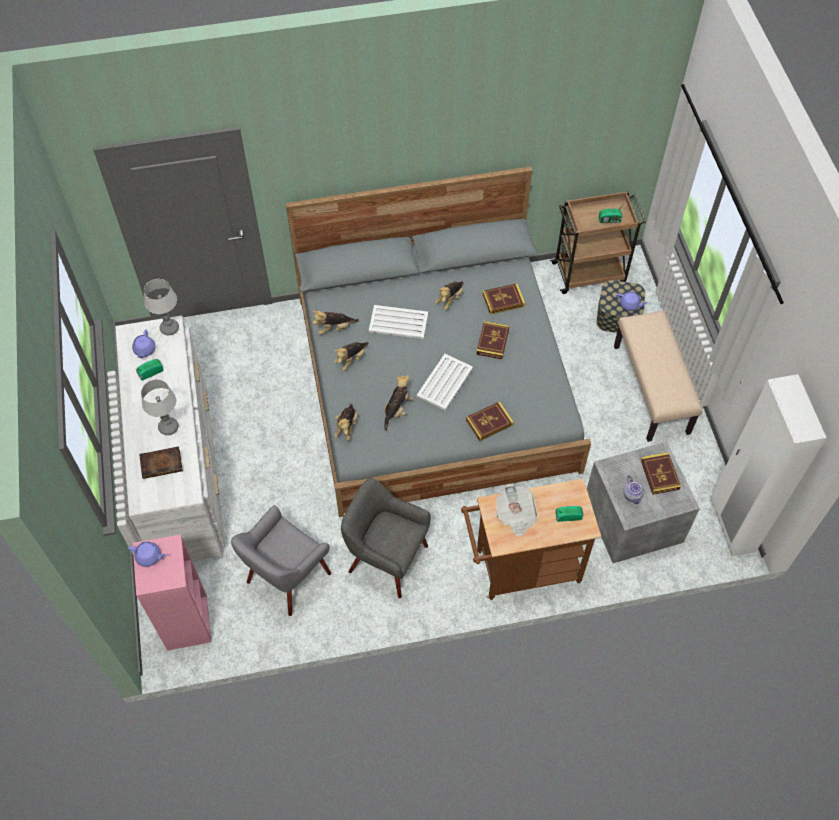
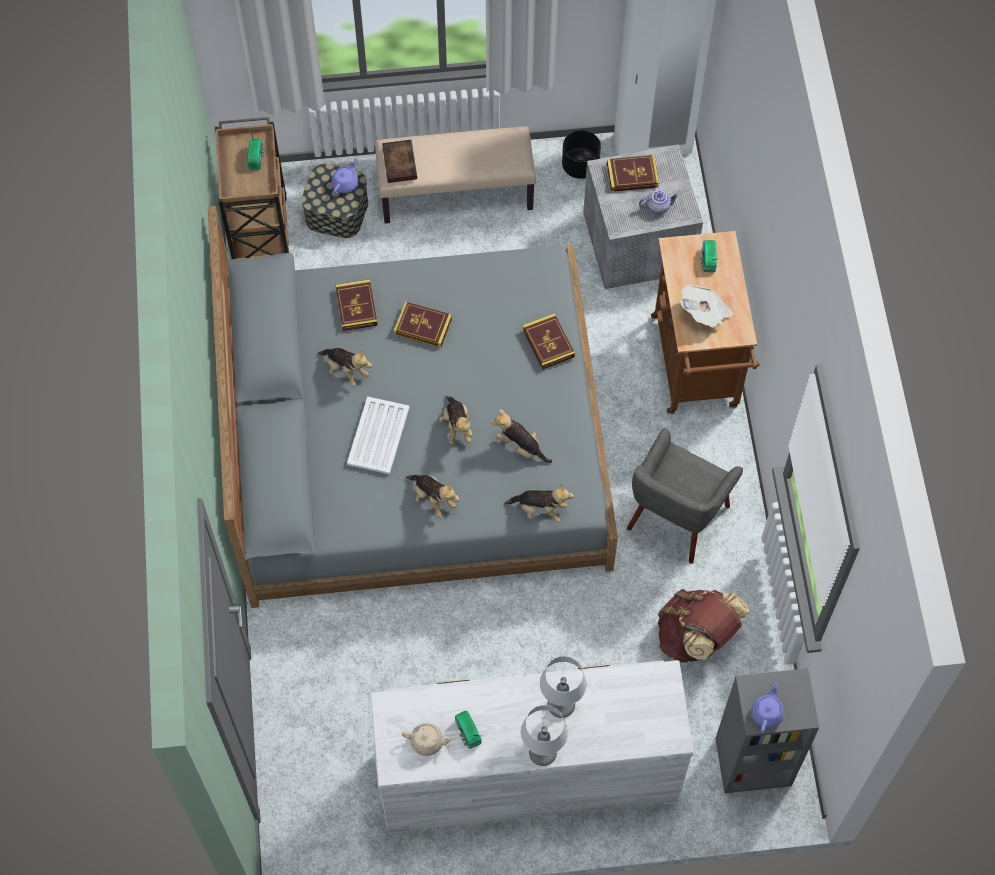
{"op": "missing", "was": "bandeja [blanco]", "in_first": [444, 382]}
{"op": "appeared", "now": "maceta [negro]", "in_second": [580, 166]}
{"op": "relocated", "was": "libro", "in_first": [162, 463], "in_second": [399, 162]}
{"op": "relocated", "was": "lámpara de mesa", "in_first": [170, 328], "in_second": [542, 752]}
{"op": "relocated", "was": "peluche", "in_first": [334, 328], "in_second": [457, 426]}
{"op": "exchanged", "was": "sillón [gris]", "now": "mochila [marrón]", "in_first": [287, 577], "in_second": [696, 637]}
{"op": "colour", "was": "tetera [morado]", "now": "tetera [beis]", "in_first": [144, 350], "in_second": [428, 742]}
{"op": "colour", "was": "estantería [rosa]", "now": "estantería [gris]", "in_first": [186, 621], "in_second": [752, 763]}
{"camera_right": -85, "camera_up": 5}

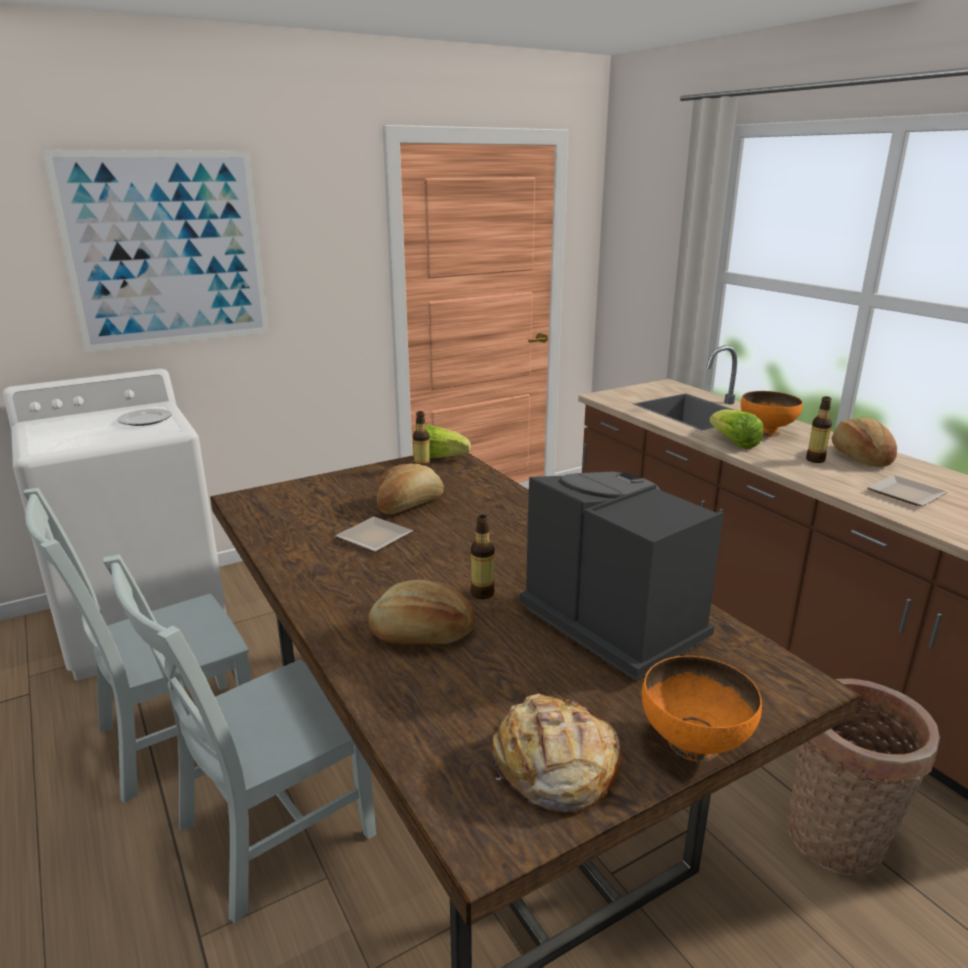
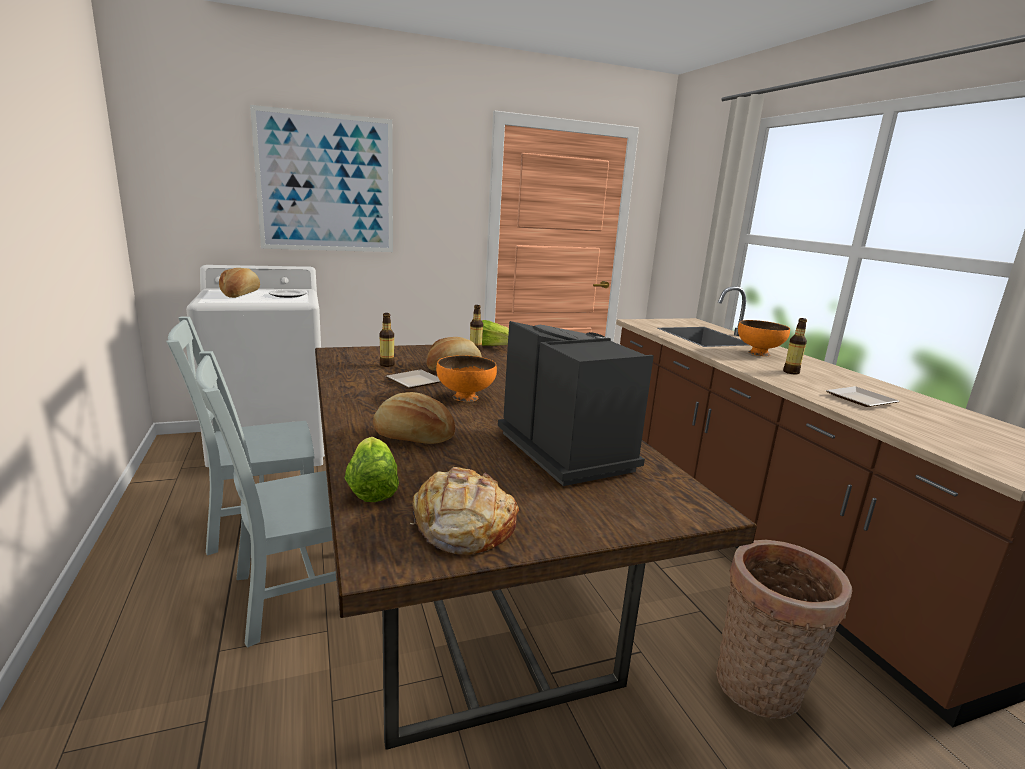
{"op": "relocated", "was": "botella", "in_first": [482, 593], "in_second": [387, 365]}
{"op": "relocated", "was": "cuenco [naranja]", "in_first": [693, 745], "in_second": [465, 397]}
{"op": "relocated", "was": "lechuga", "in_first": [734, 443], "in_second": [372, 488]}
{"op": "relocated", "was": "pan", "in_first": [860, 457], "in_second": [241, 294]}
{"camera_right": 10, "camera_up": -5}

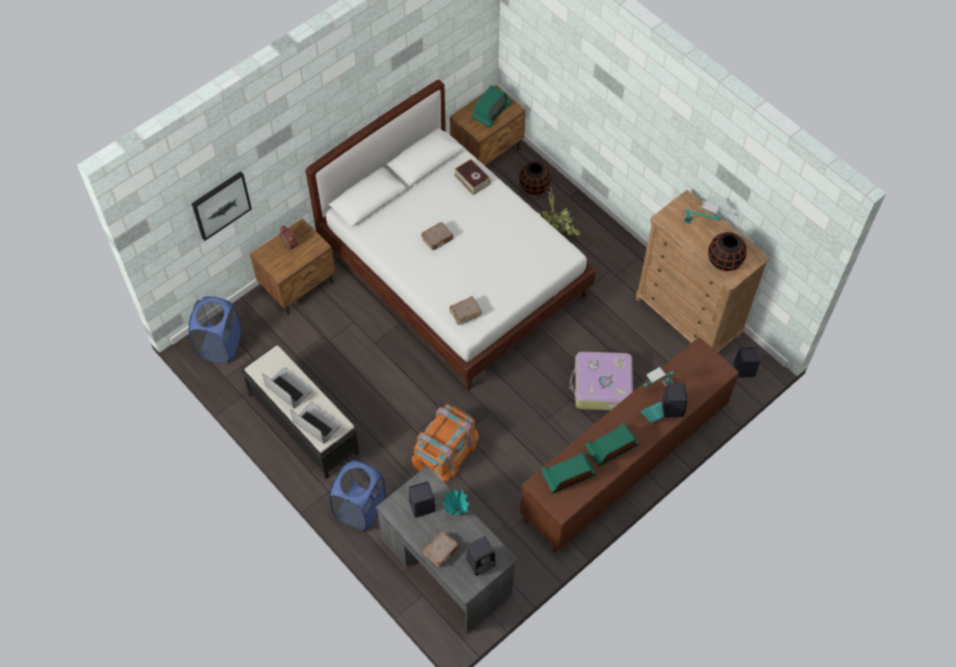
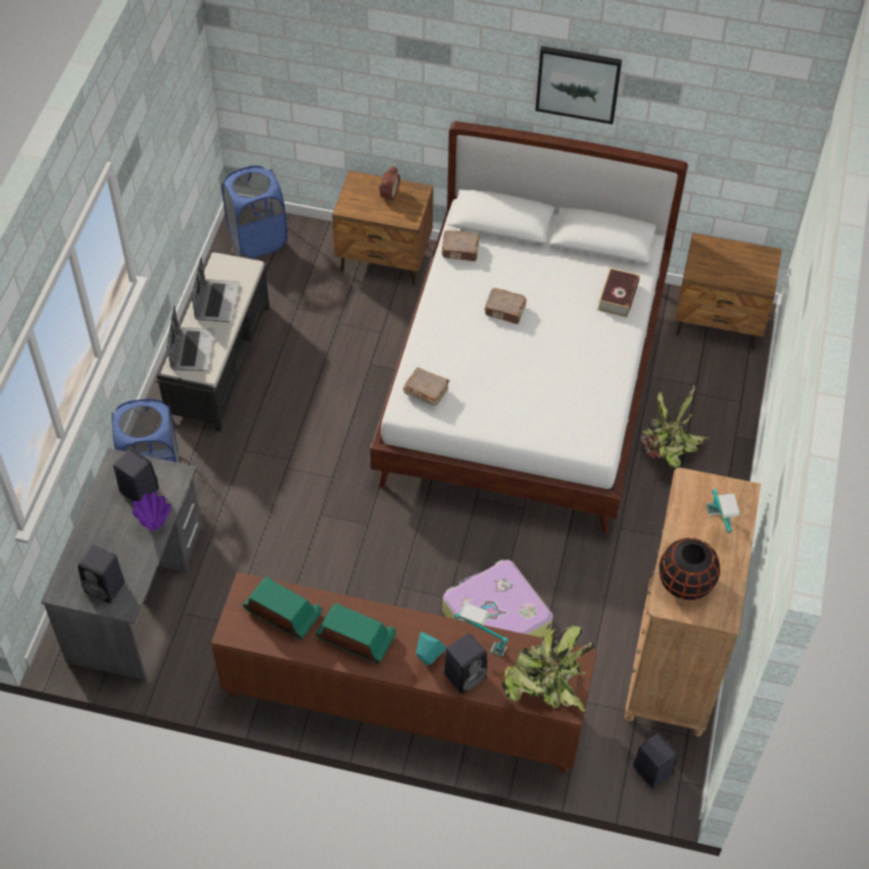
{"op": "missing", "was": "caja de almacenaje [naranja]", "in_first": [445, 450]}
{"op": "missing", "was": "radio", "in_first": [491, 111]}
{"op": "missing", "was": "florero [negro]", "in_first": [534, 187]}
{"op": "appeared", "now": "planta en maceta", "in_second": [545, 689]}
{"op": "relocated", "was": "cuadro", "in_first": [221, 205], "in_second": [578, 83]}
{"op": "relocated", "was": "libro [marrón]", "in_first": [441, 551], "in_second": [460, 251]}
{"op": "colour", "was": "florero [turquesa]", "now": "florero [morado]", "in_first": [456, 511], "in_second": [155, 526]}
{"camera_right": 55, "camera_up": -5}

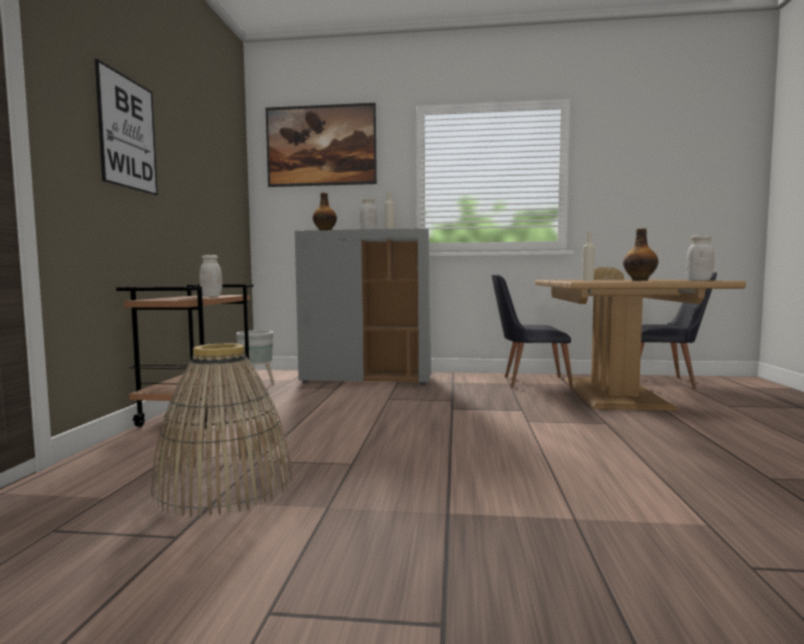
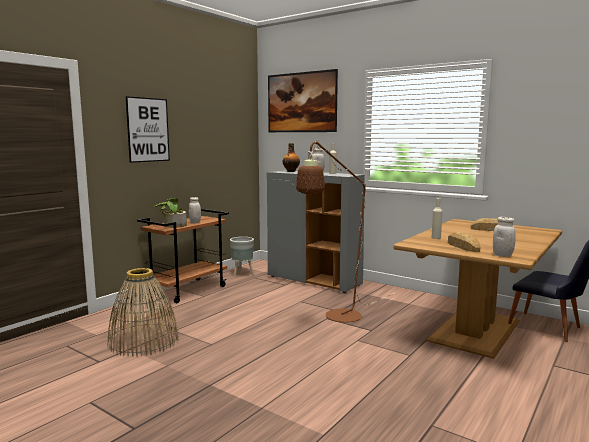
{"op": "missing", "was": "silla [negro]", "in_first": [528, 382]}
{"op": "appeared", "now": "planta en maceta", "in_second": [172, 225]}
{"op": "appeared", "now": "lámpara de pie [marrón]", "in_second": [337, 318]}
{"op": "exchanged", "was": "botella", "now": "pan", "in_first": [640, 280], "in_second": [463, 246]}
{"camera_right": 30, "camera_up": 5}

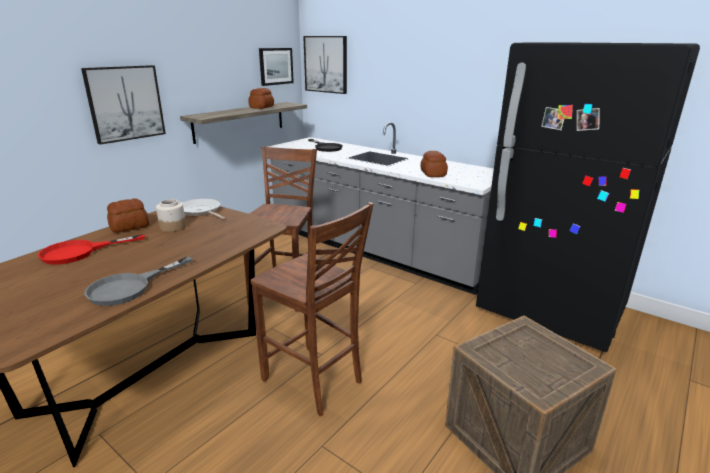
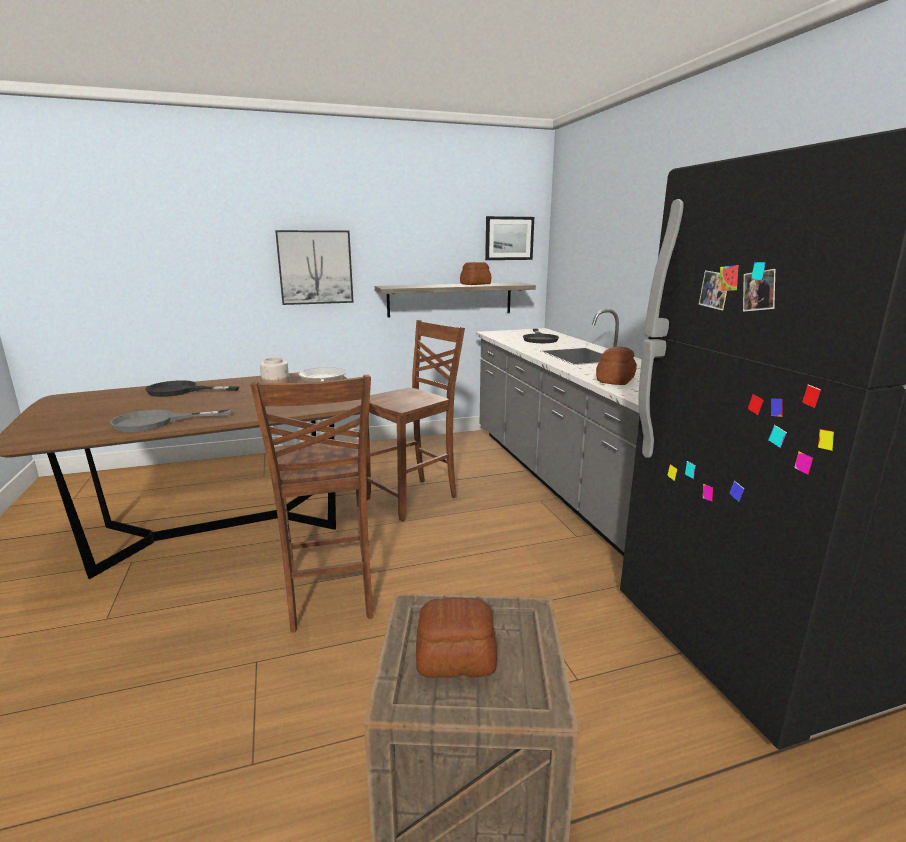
{"op": "missing", "was": "cuadro", "in_first": [326, 64]}
{"op": "relocated", "was": "pan", "in_first": [129, 227], "in_second": [454, 658]}
{"op": "colour", "was": "sartén [rojo]", "now": "sartén [negro]", "in_first": [79, 252], "in_second": [181, 391]}
{"camera_right": 35, "camera_up": -5}

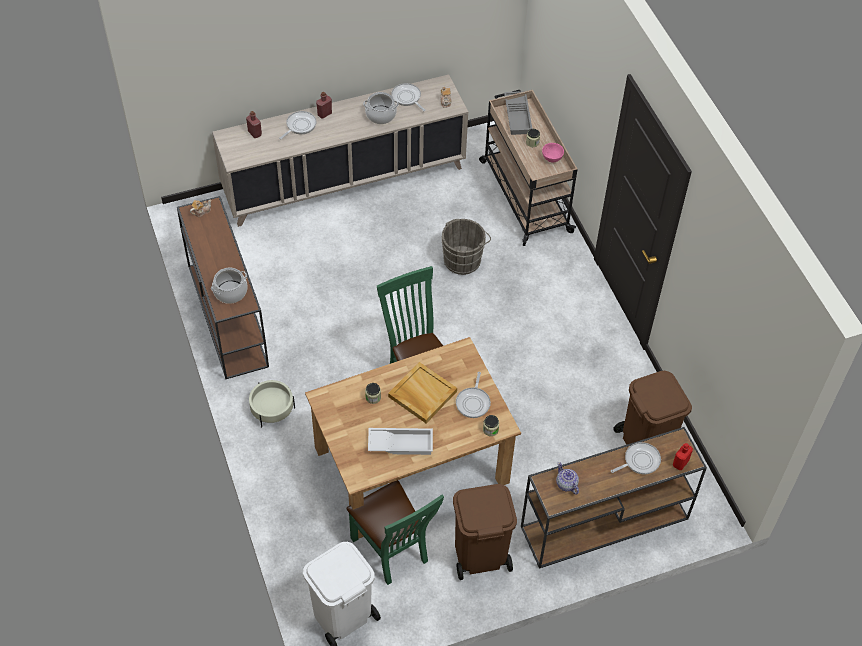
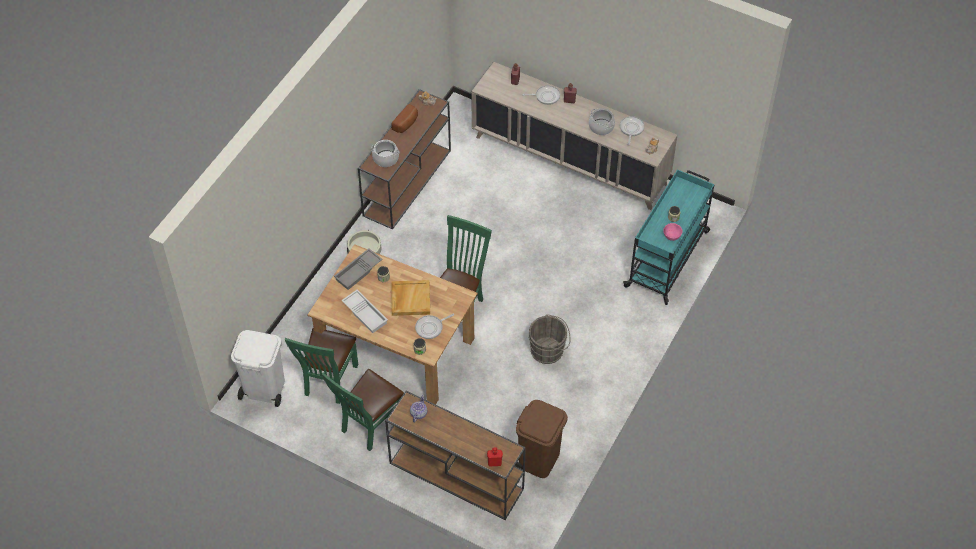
{"op": "missing", "was": "sartén", "in_first": [639, 461]}
{"op": "appeared", "now": "pan", "in_second": [406, 124]}
{"op": "relocated", "was": "cubo [gris]", "in_first": [463, 259], "in_second": [549, 350]}
{"op": "relocated", "was": "bandeja [gris]", "in_first": [518, 116], "in_second": [358, 272]}
{"op": "exchanged", "was": "papelera [marrón]", "now": "silla [verde]", "in_first": [479, 555], "in_second": [369, 426]}
{"op": "colour", "was": "carrito [beis]", "now": "carrito [turquesa]", "in_first": [524, 195], "in_second": [668, 258]}
{"camera_right": 50, "camera_up": 0}

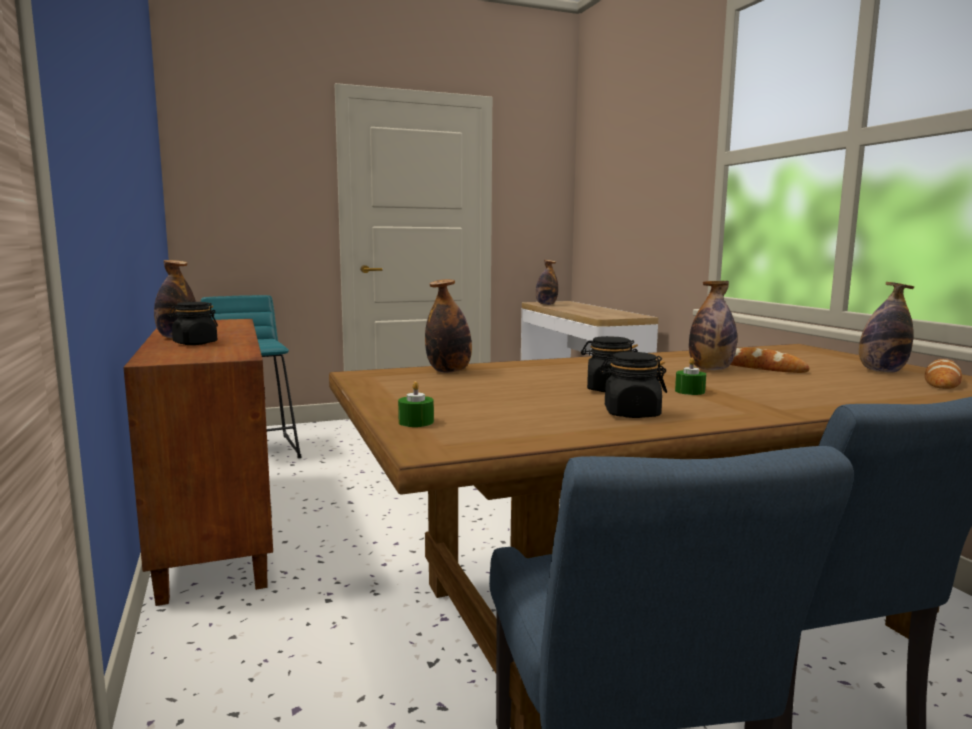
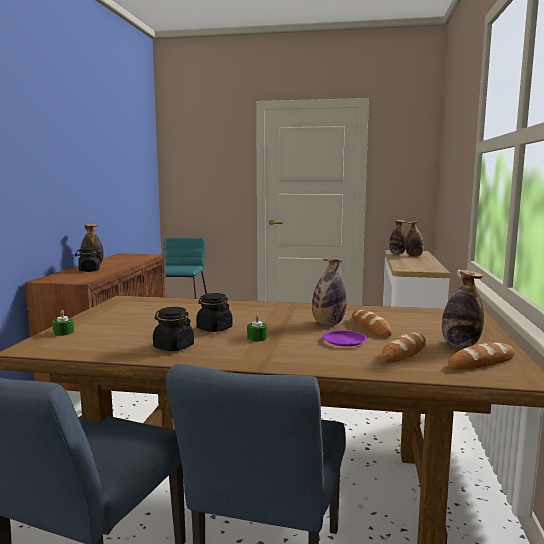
{"op": "appeared", "now": "plato [morado]", "in_second": [344, 341]}
{"op": "appeared", "now": "pan", "in_second": [404, 352]}
{"op": "relocated", "was": "botella", "in_first": [449, 371], "in_second": [414, 256]}
{"camera_right": 30, "camera_up": 0}

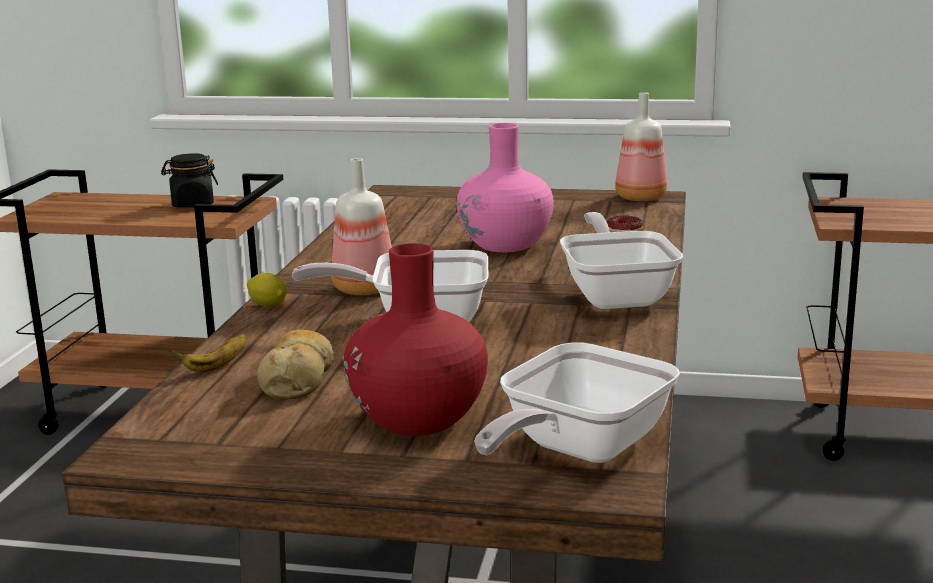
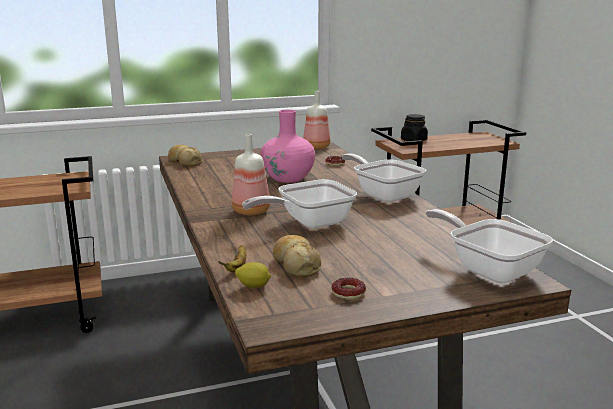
{"op": "missing", "was": "florero [rojo]", "in_first": [418, 419]}
{"op": "appeared", "now": "pan", "in_second": [185, 162]}
{"op": "appeared", "now": "rosquilla", "in_second": [348, 293]}
{"op": "relocated", "was": "tarro [negro]", "in_first": [192, 204], "in_second": [413, 140]}
{"op": "relocated", "was": "limón", "in_first": [268, 305], "in_second": [253, 286]}
{"op": "spun", "was": "sartén", "in_first": [577, 450], "in_second": [488, 269], "clockwise": 135}
{"camera_right": -30, "camera_up": 0}

